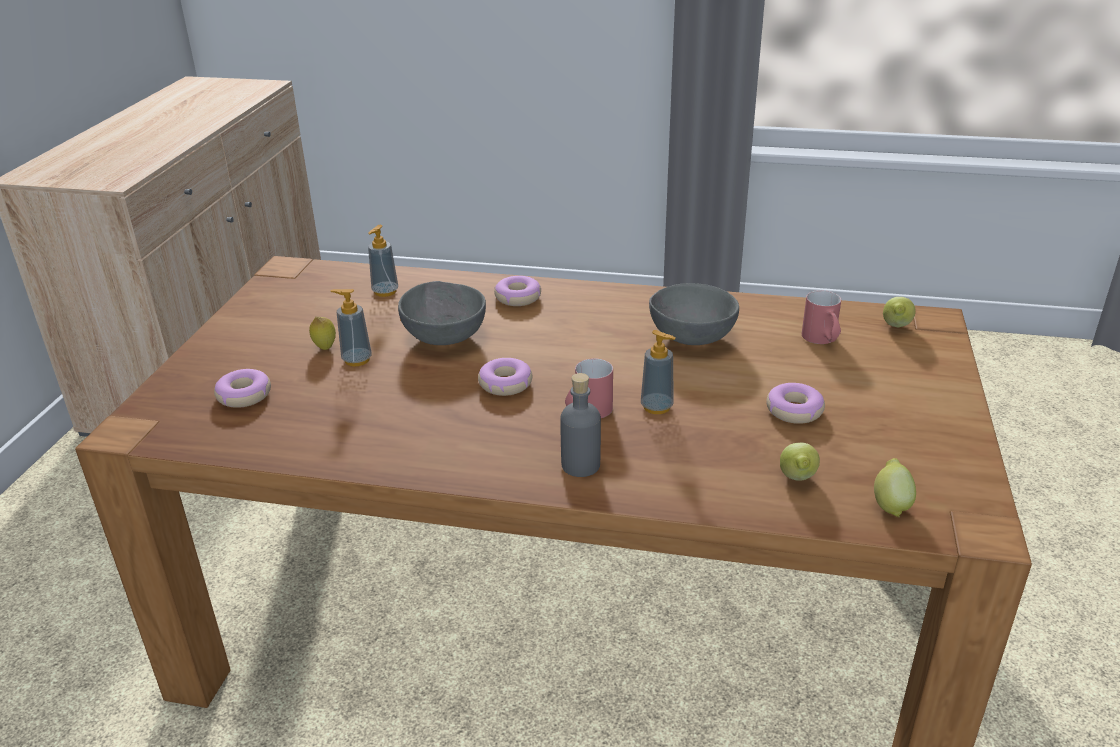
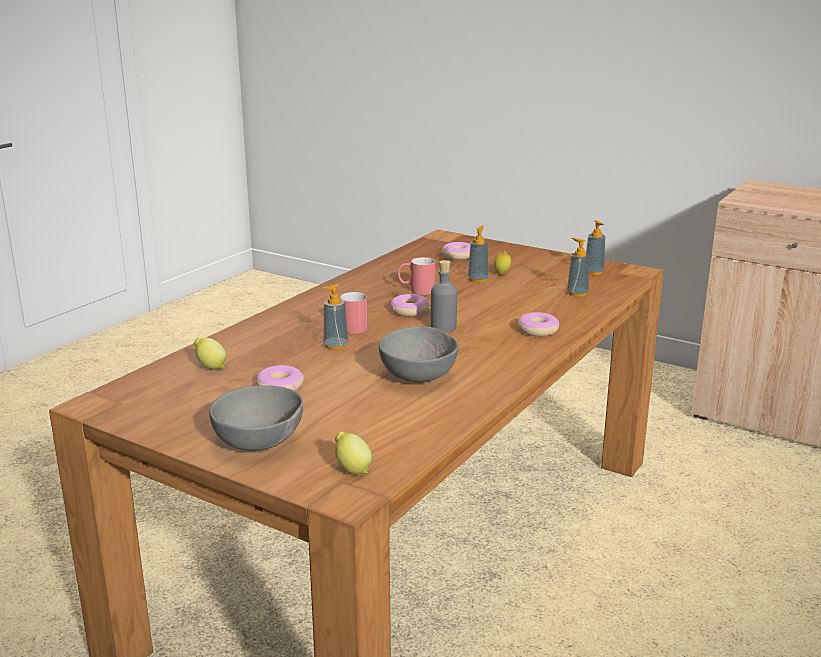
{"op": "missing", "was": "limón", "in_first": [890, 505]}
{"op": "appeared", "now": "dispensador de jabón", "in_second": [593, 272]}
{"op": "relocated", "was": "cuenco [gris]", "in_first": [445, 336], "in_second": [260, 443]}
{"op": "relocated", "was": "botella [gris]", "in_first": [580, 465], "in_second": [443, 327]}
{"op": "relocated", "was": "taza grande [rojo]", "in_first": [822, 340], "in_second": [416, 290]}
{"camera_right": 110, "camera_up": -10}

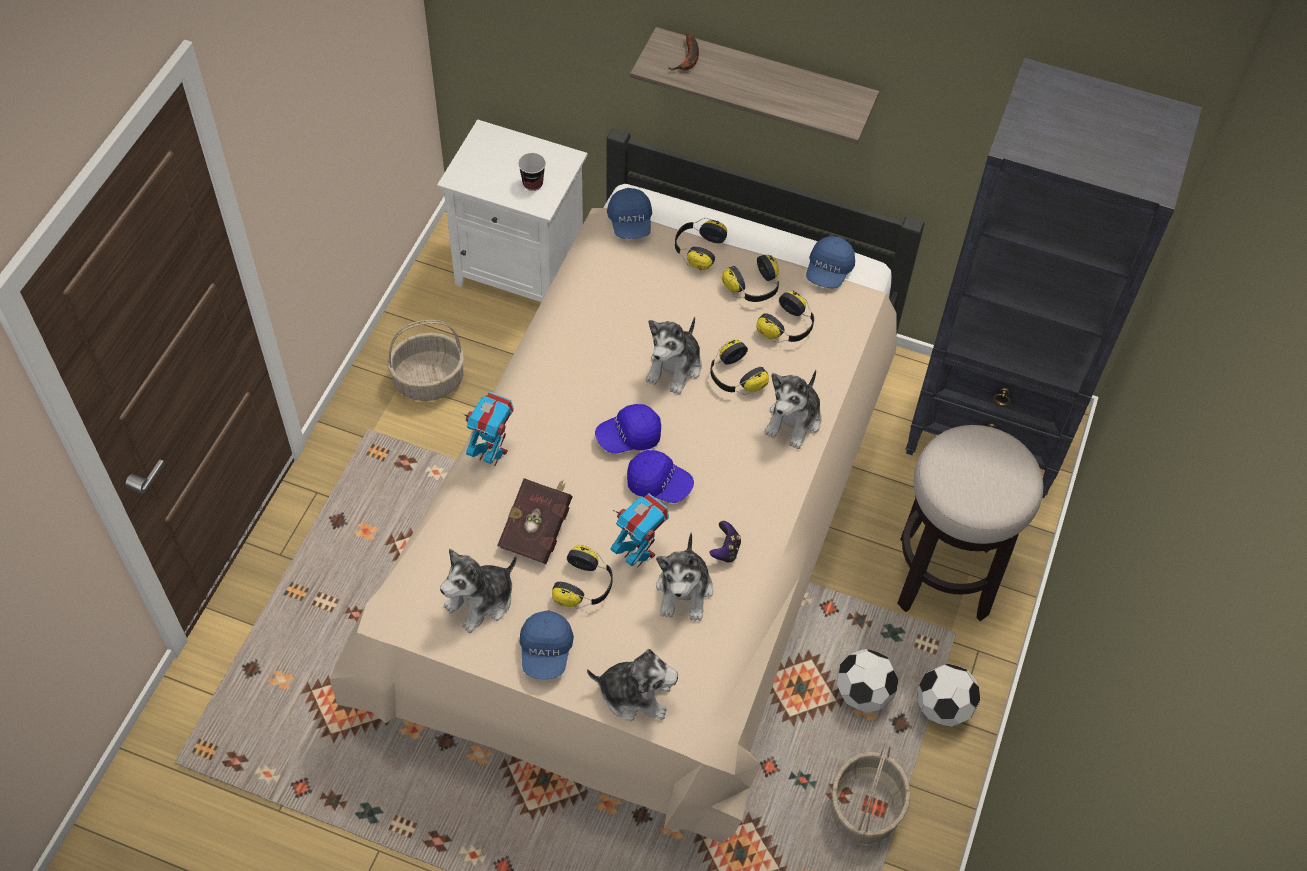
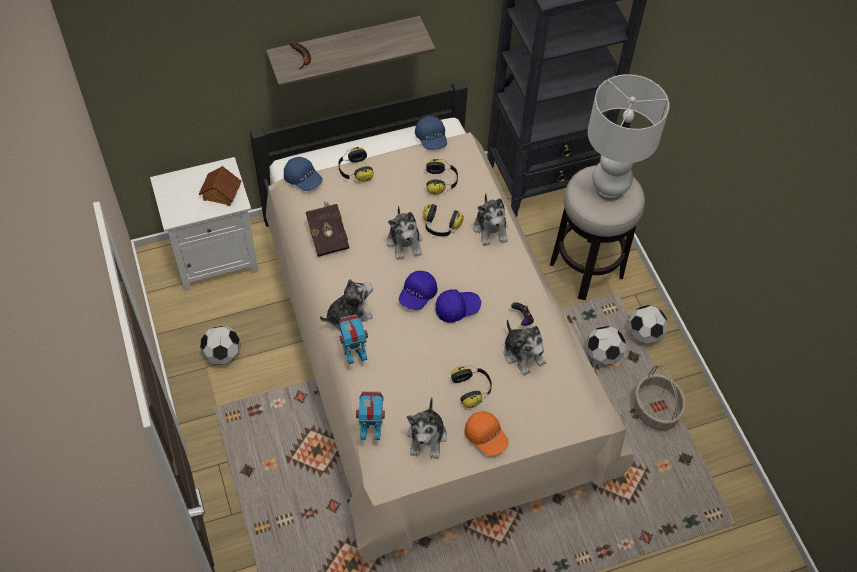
{"op": "missing", "was": "auriculares", "in_first": [754, 288]}
{"op": "appeared", "now": "lámpara de mesa [blanco]", "in_second": [609, 189]}
{"op": "relocated", "was": "libro [rojo]", "in_first": [538, 529], "in_second": [328, 236]}
{"op": "relocated", "was": "peluche", "in_first": [635, 694], "in_second": [348, 316]}
{"op": "relocated", "was": "robot de juguete", "in_first": [638, 554], "in_second": [371, 431]}
{"op": "exchanged", "was": "cesta", "now": "balón de fútbol", "in_first": [429, 380], "in_second": [223, 355]}
{"op": "exchanged", "was": "taza", "now": "casita", "in_first": [533, 183], "in_second": [220, 193]}
{"op": "colour", "was": "gorra [azul]", "now": "gorra [naranja]", "in_first": [546, 651], "in_second": [486, 437]}
{"camera_right": -40, "camera_up": 0}

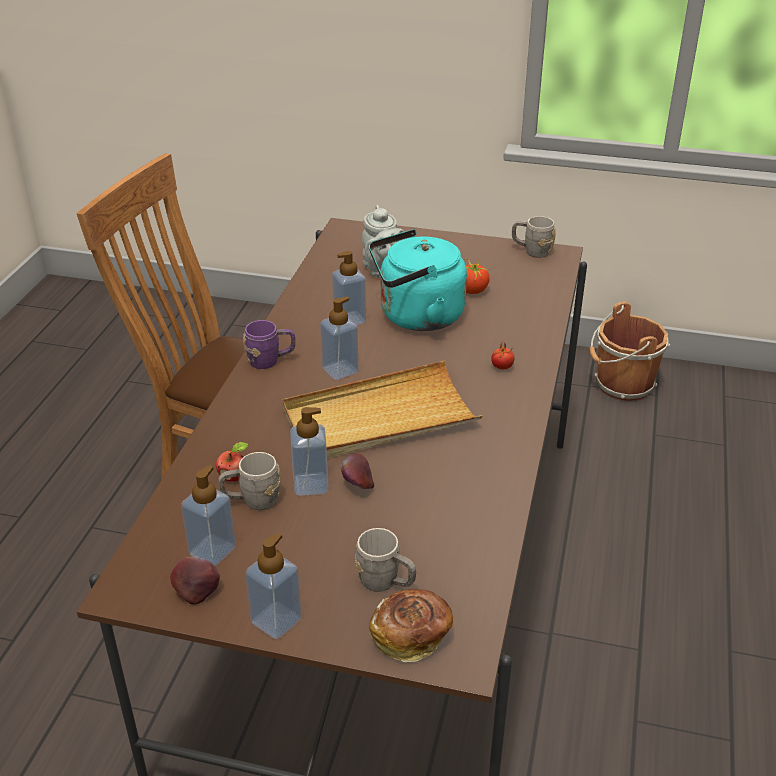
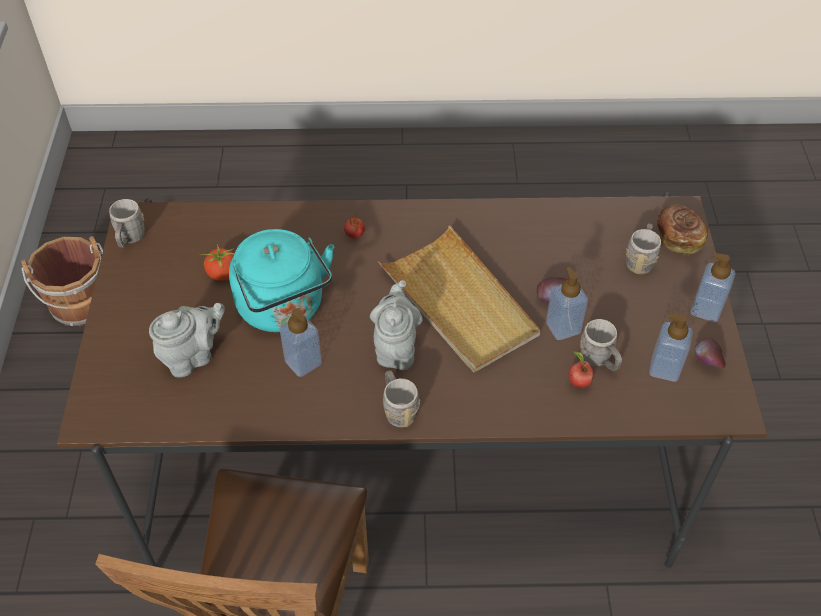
{"op": "exchanged", "was": "dispensador de jabón", "now": "tetera [gris]", "in_first": [340, 370], "in_second": [396, 348]}
{"op": "colour", "was": "taza grande [morado]", "now": "taza grande [gris]", "in_first": [270, 361], "in_second": [398, 409]}
{"camera_right": -105, "camera_up": 15}

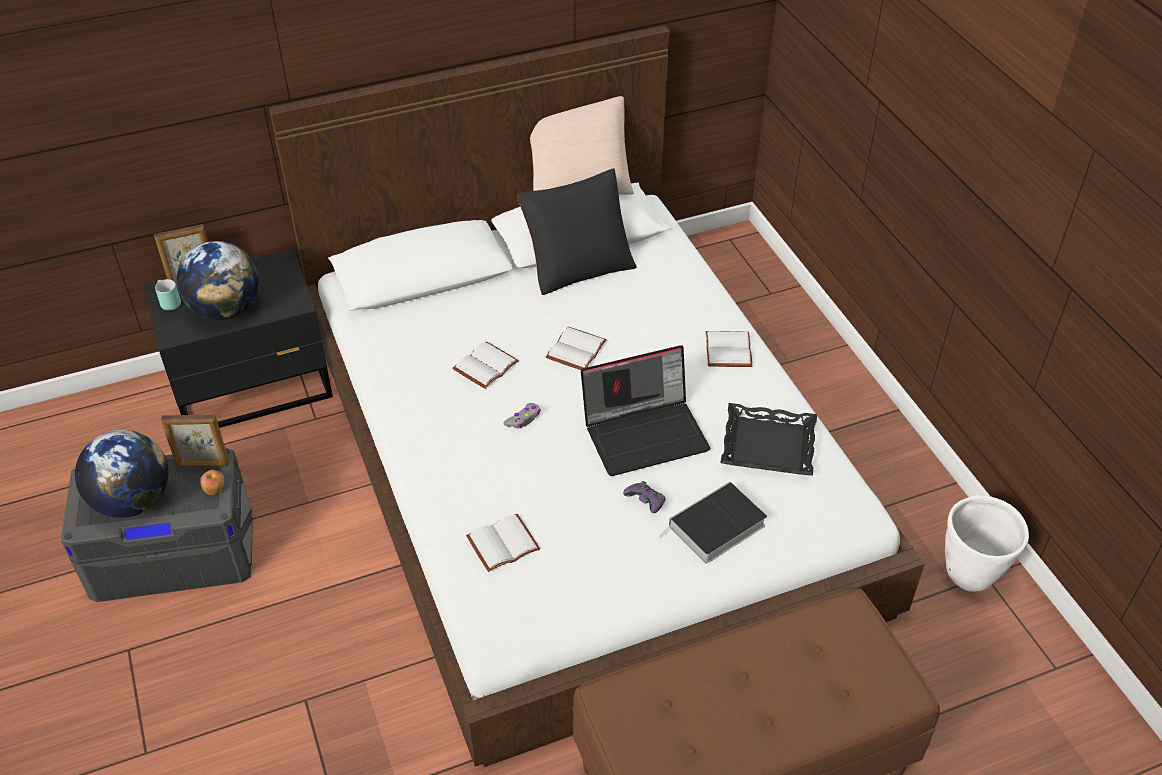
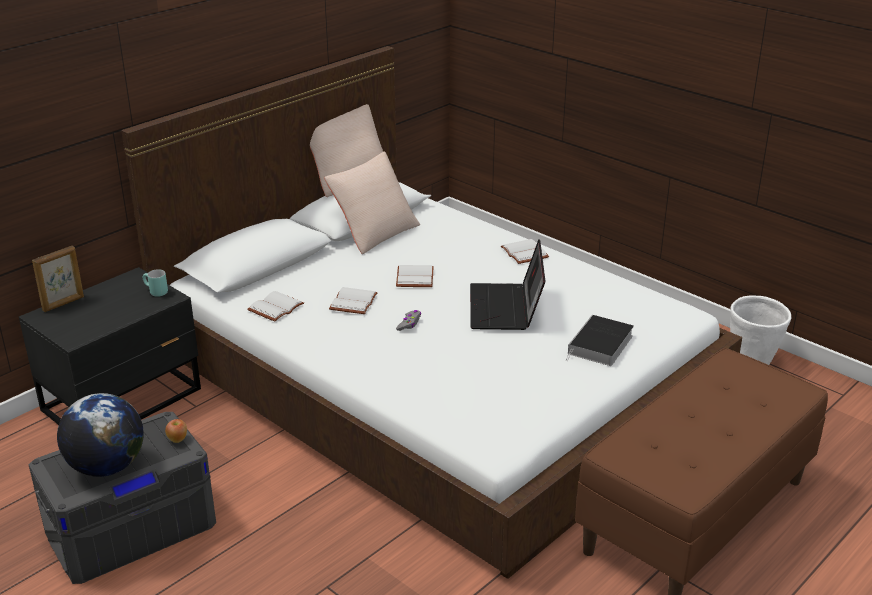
{"op": "missing", "was": "portarretratos", "in_first": [203, 465]}
{"op": "missing", "was": "globo terráqueo", "in_first": [226, 309]}
{"op": "missing", "was": "mando de consola [morado]", "in_first": [646, 503]}
{"op": "missing", "was": "bandeja [negro]", "in_first": [768, 445]}
{"op": "relocated", "was": "taza grande [turquesa]", "in_first": [167, 303], "in_second": [155, 292]}
{"op": "relocated", "was": "libro [blanco]", "in_first": [503, 542], "in_second": [275, 307]}
{"op": "colour", "was": "cojín [negro]", "now": "cojín [beis]", "in_first": [578, 264], "in_second": [374, 232]}
{"op": "spun", "was": "portátil", "in_first": [646, 433], "in_second": [506, 309], "clockwise": 135}
{"camera_right": -25, "camera_up": -15}

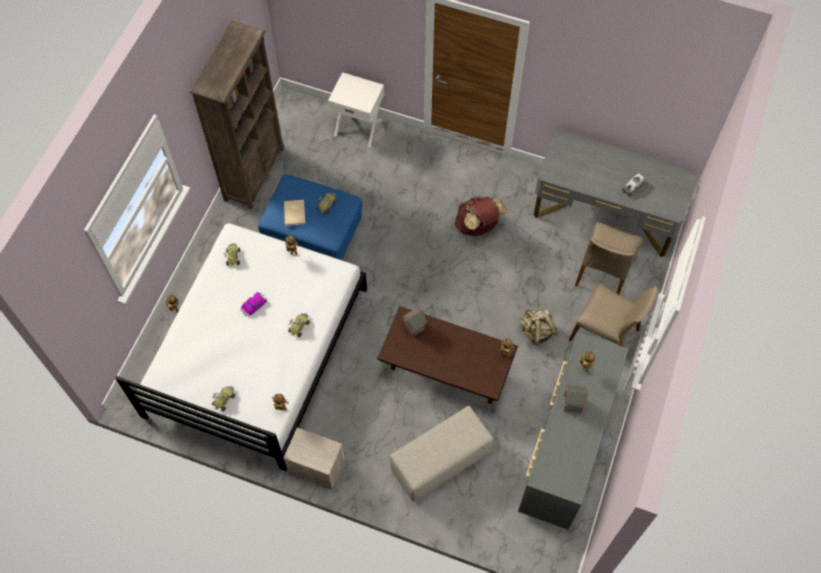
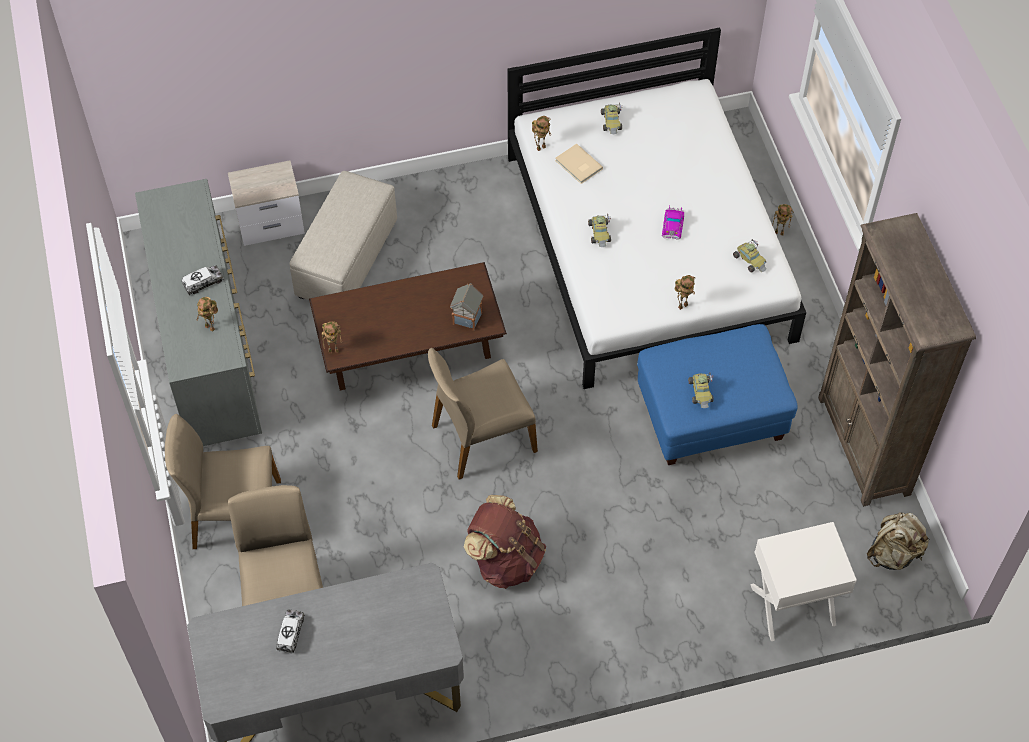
{"op": "appeared", "now": "silla [beis]", "in_second": [482, 437]}
{"op": "relocated", "was": "mesita de noche", "in_first": [316, 466], "in_second": [272, 223]}
{"op": "relocated", "was": "libro [beis]", "in_first": [295, 213], "in_second": [578, 165]}
{"op": "relocated", "was": "mochila [beis]", "in_first": [536, 332], "in_second": [893, 553]}
{"op": "exchanged", "was": "casita", "now": "camión de juguete", "in_first": [573, 403], "in_second": [203, 283]}
{"camera_right": 145, "camera_up": -5}

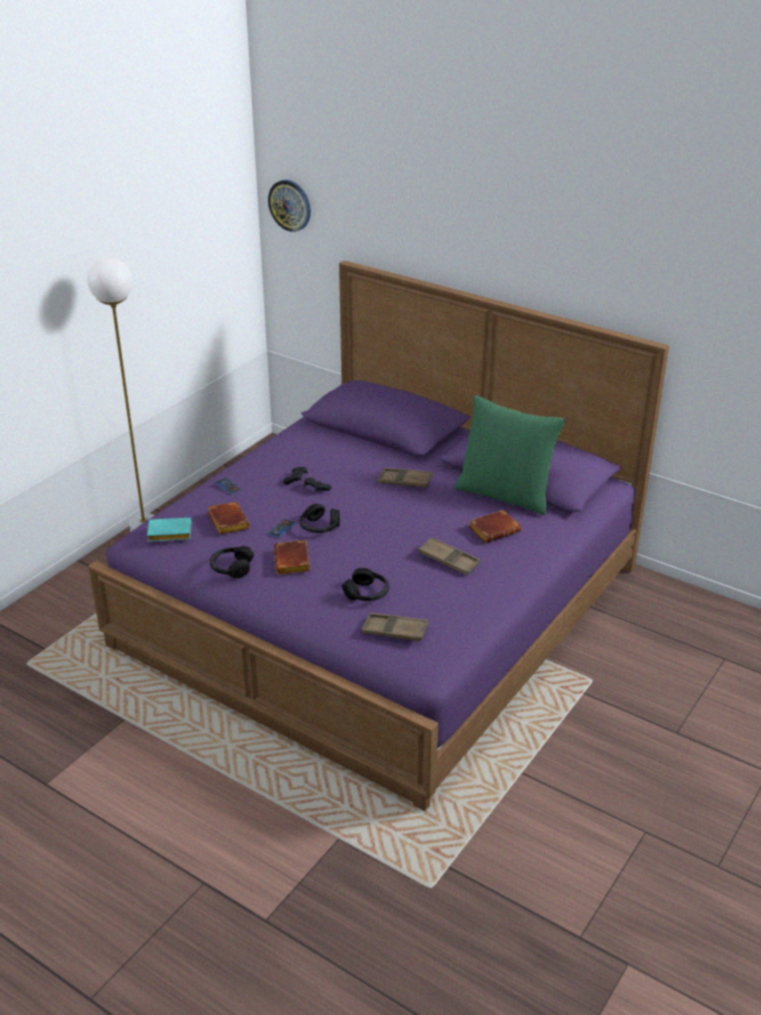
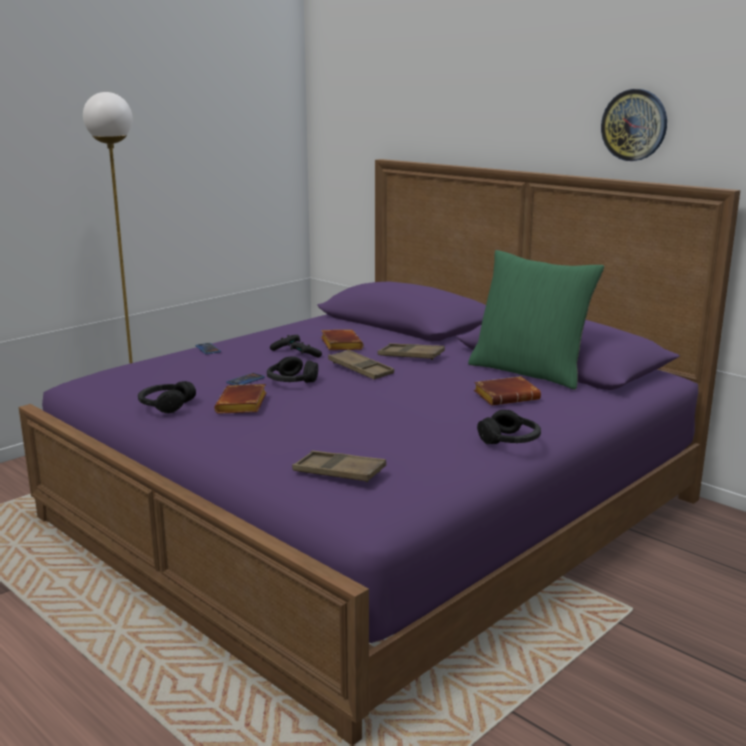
{"op": "missing", "was": "libro [turquesa]", "in_first": [168, 534]}
{"op": "relocated", "was": "libro [marrón]", "in_first": [226, 521], "in_second": [339, 344]}
{"op": "relocated", "was": "reloj de pared", "in_first": [290, 205], "in_second": [634, 125]}
{"op": "relocated", "was": "auriculares [negro]", "in_first": [367, 593], "in_second": [510, 440]}
{"op": "relocated", "was": "bandeja [marrón]", "in_first": [448, 560], "in_second": [360, 370]}
{"camera_right": 10, "camera_up": -15}

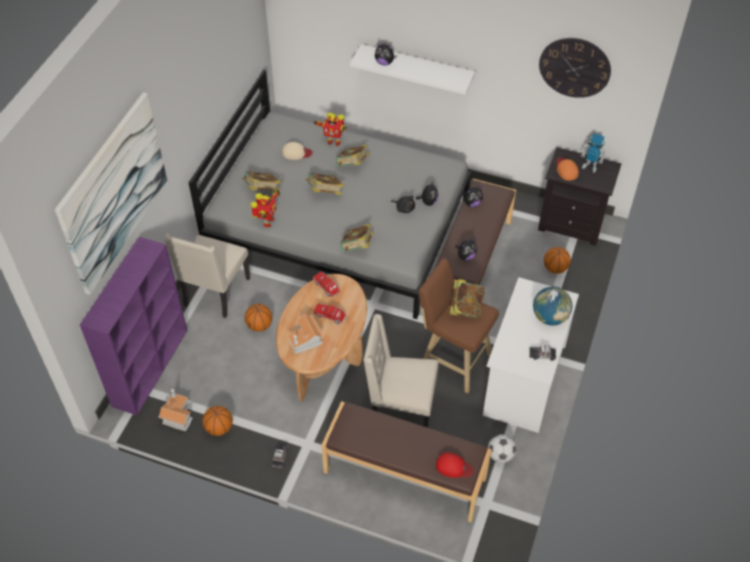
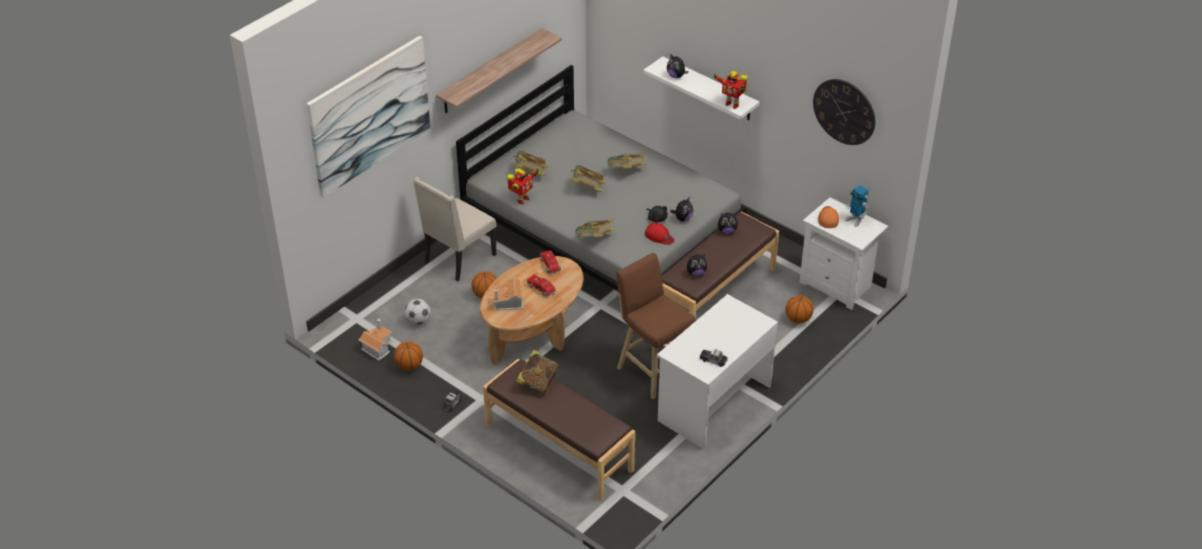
{"op": "missing", "was": "estantería [morado]", "in_first": [150, 366]}
{"op": "missing", "was": "gorra [beis]", "in_first": [296, 153]}
{"op": "missing", "was": "silla [beis]", "in_first": [400, 408]}
{"op": "missing", "was": "globo terráqueo", "in_first": [550, 317]}
{"op": "appeared", "now": "estante", "in_second": [490, 71]}
{"op": "relocated", "was": "robot de juguete", "in_first": [333, 142], "in_second": [732, 104]}
{"op": "relocated", "was": "gorra [rojo]", "in_first": [453, 467], "in_second": [659, 236]}
{"op": "relocated", "was": "libro", "in_first": [466, 308], "in_second": [538, 382]}
{"op": "relocated", "was": "balón de fútbol", "in_first": [500, 455], "in_second": [418, 321]}
{"op": "colour", "was": "mesita de noche [negro]", "now": "mesita de noche [blanco]", "in_first": [572, 223], "in_second": [838, 285]}
{"camera_right": 20, "camera_up": -10}

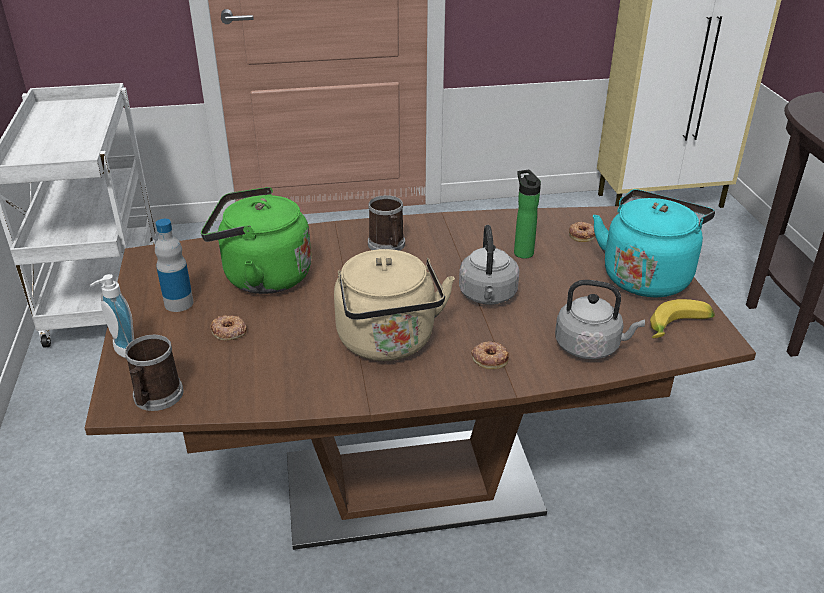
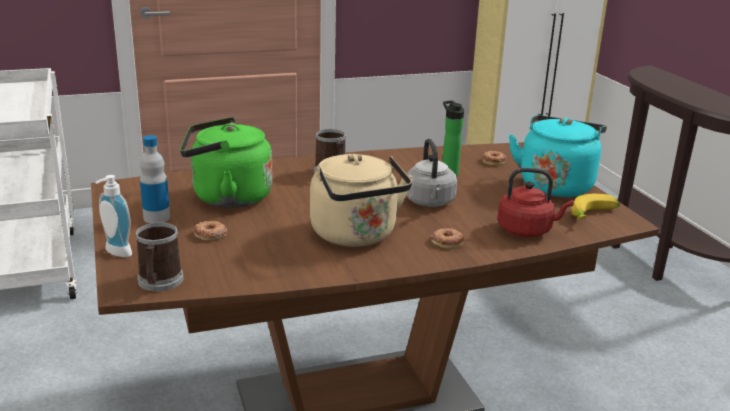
{"op": "colour", "was": "hervidor [gris]", "now": "hervidor [rojo]", "in_first": [590, 347], "in_second": [527, 230]}
{"camera_right": -10, "camera_up": -10}

